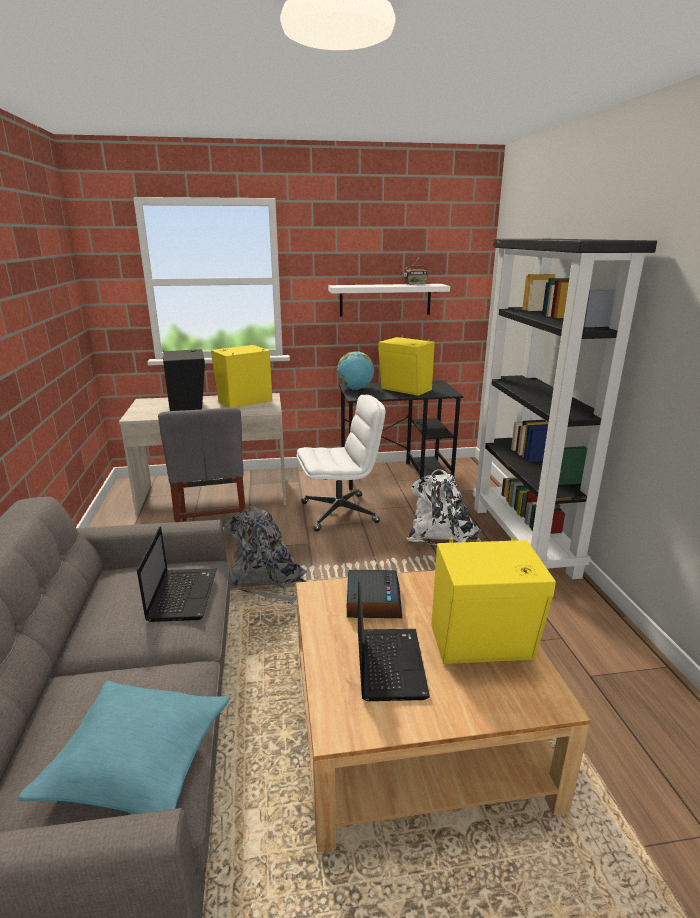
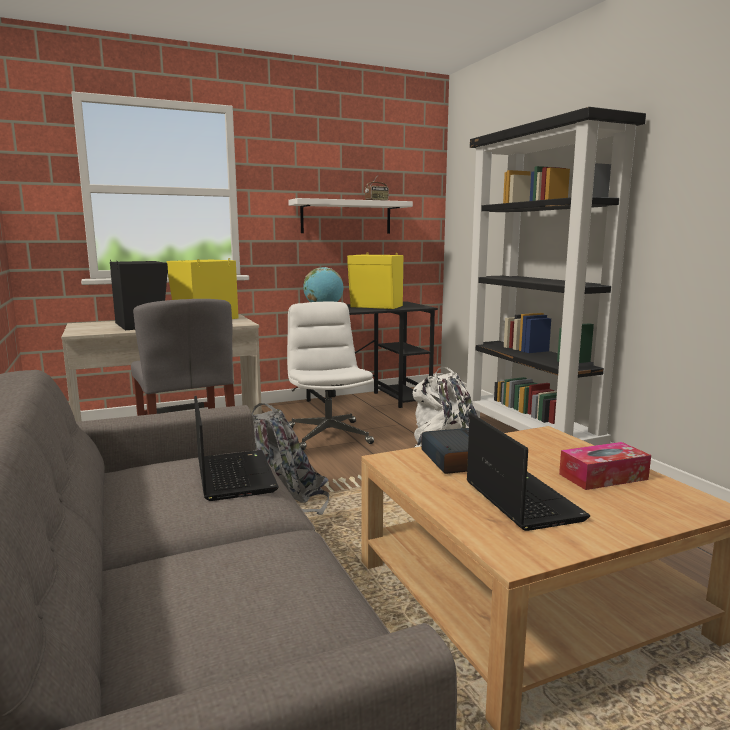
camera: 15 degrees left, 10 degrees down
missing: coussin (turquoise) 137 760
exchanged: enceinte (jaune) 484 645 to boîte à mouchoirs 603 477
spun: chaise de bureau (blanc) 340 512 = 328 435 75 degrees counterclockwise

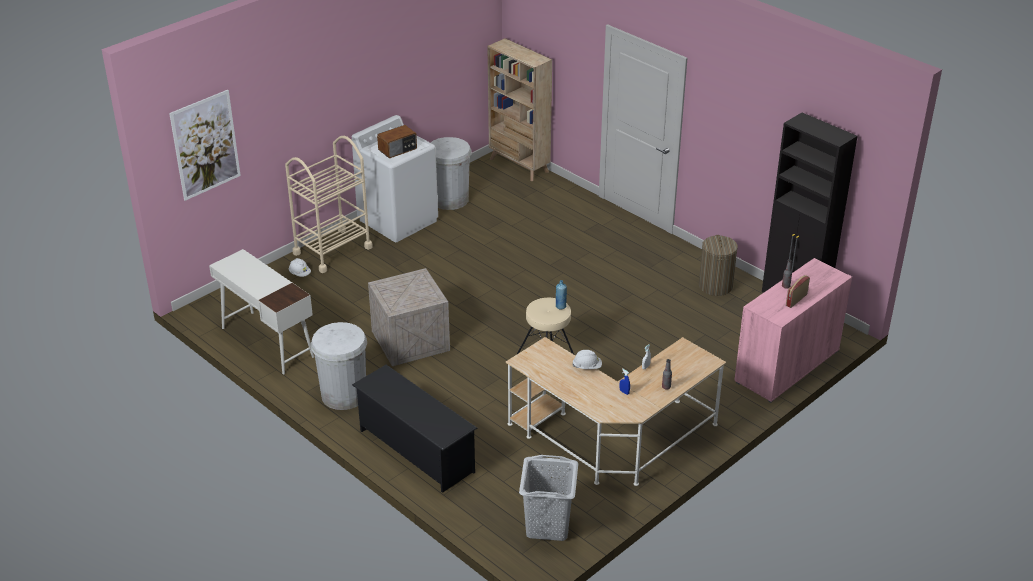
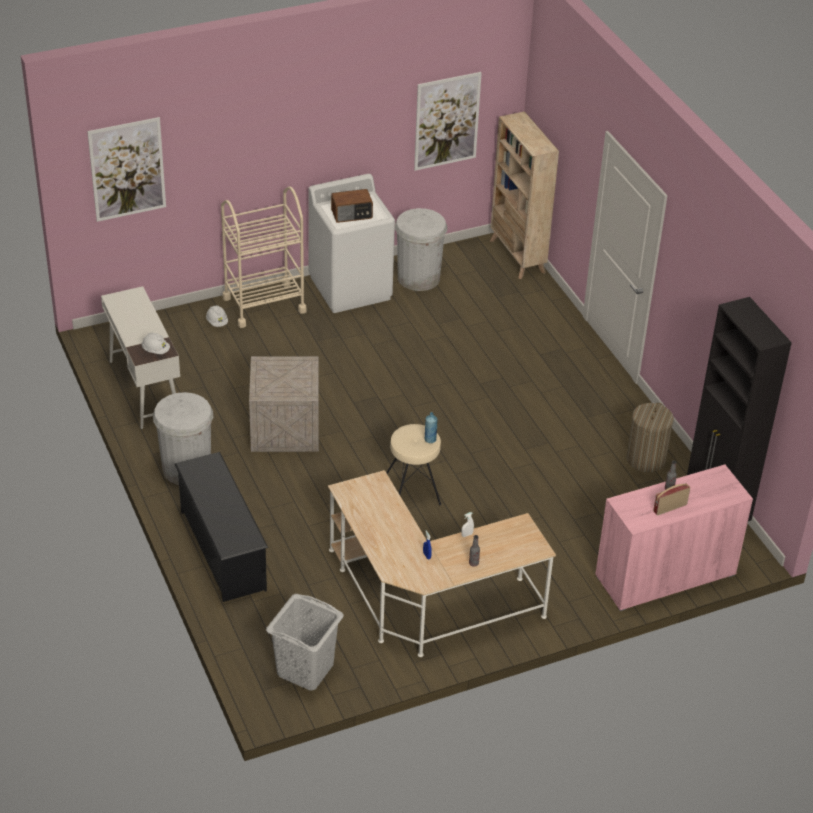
camera: 20 degrees right, 5 degrees up
appeared: tableau 447 121
relocated: casque de chantier (blanc) 587 367 to 155 350

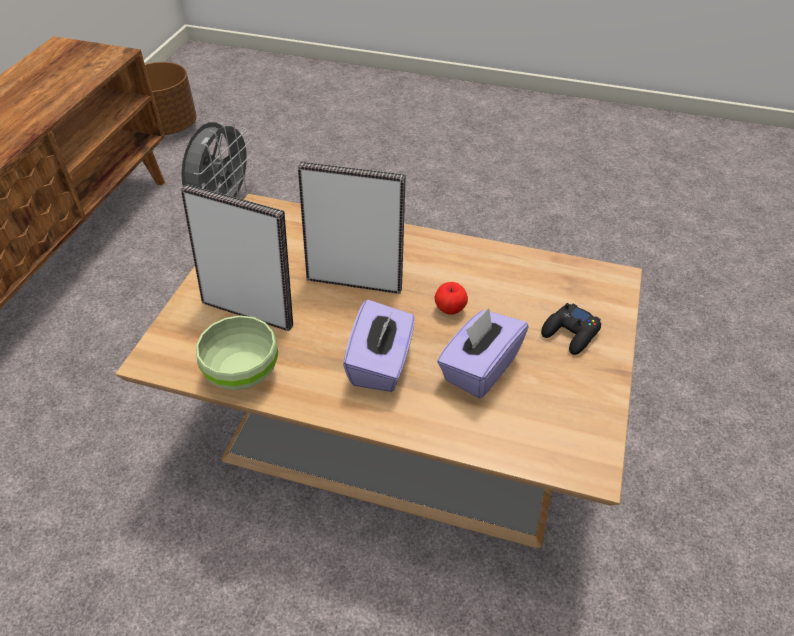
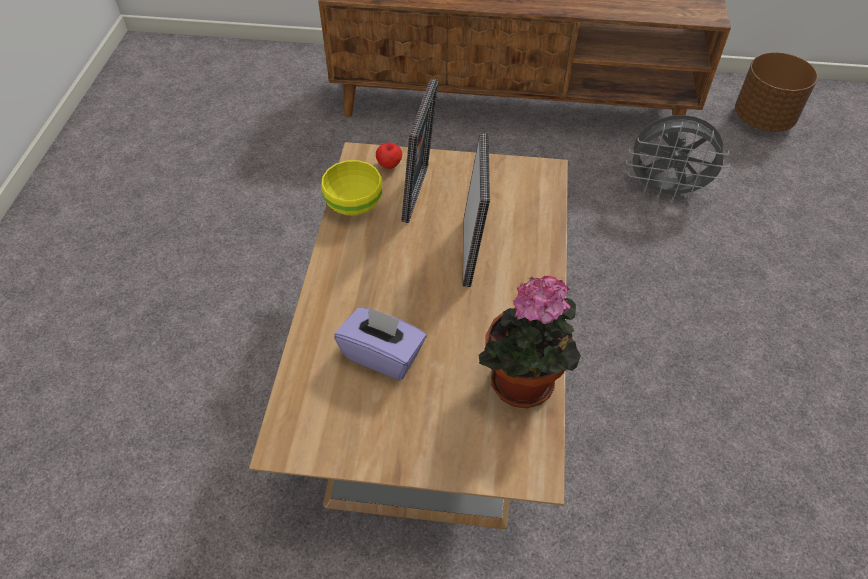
camera: 80 degrees right, 5 degrees up
missing: boîte à mouchoirs (violet) 381 364; manette (noir) 570 333
appeared: plante en pot 524 387
relocated: pomme 450 309 to 389 164
colour: bol (vert) 241 372 to bol (jaune) 354 204

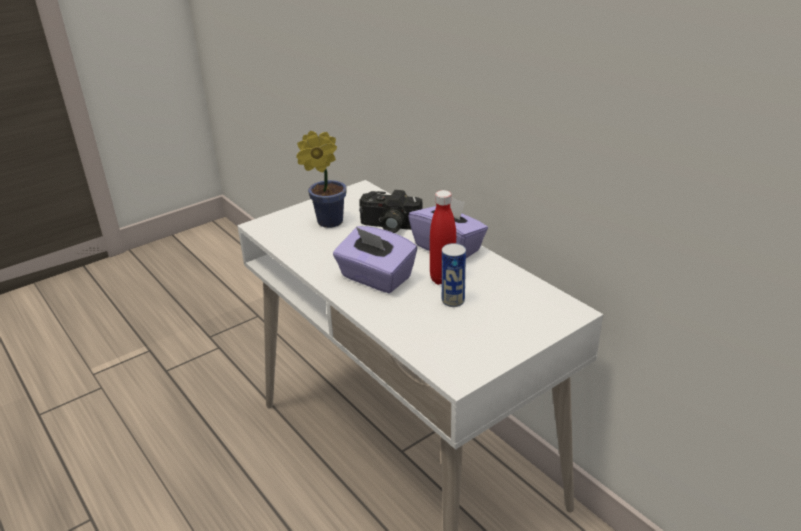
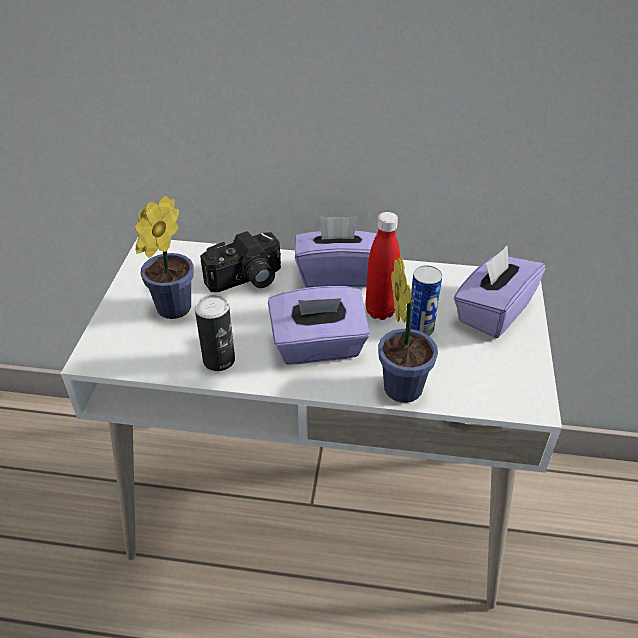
camera: 45 degrees left, 10 degrees up
appeared: boîte à mouchoirs (violet) 492 312; plante en pot 402 384; boîte métallique 219 360

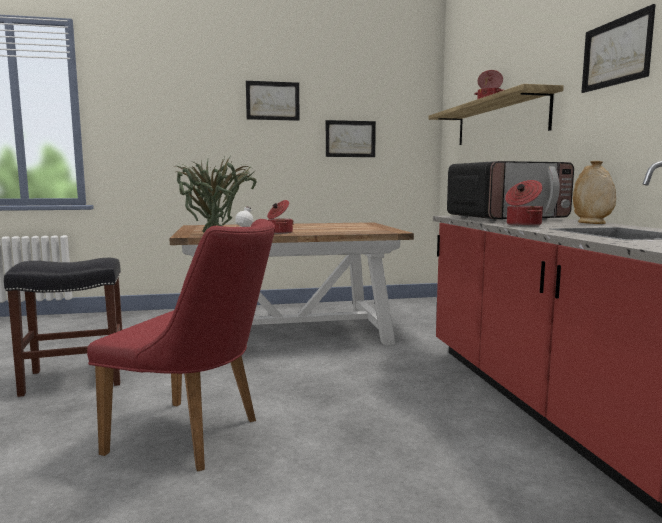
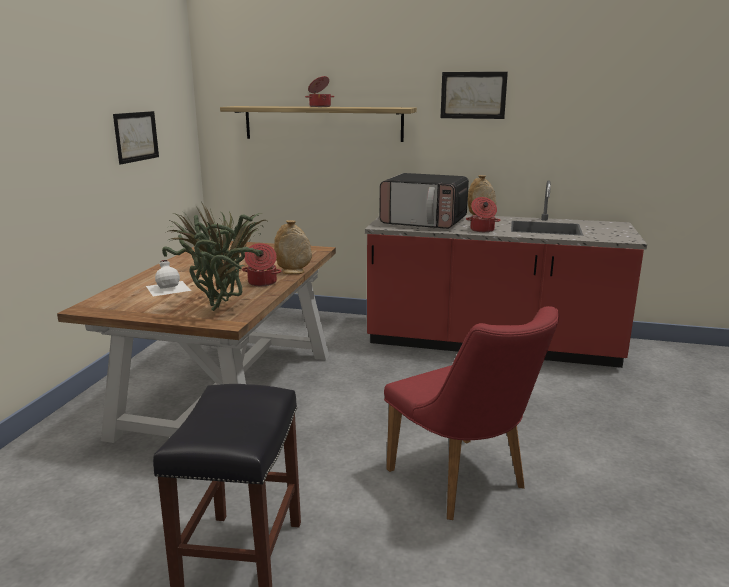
camera: 65 degrees left, 10 degrees up
missing: tableau 272 101
appeared: vase (beige) 293 272
spun: micro-ondes 506 218 = 424 222 105 degrees clockwise; chaise (rouge) 197 436 = 465 484 105 degrees clockwise

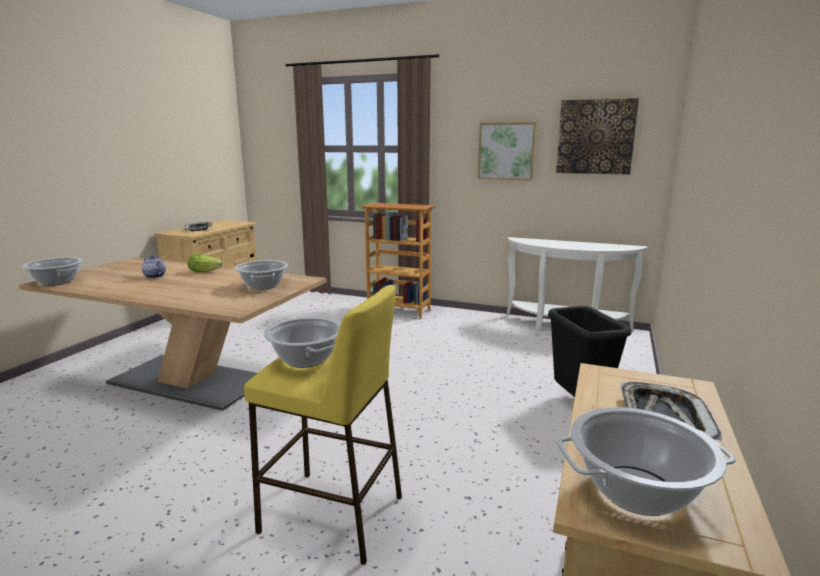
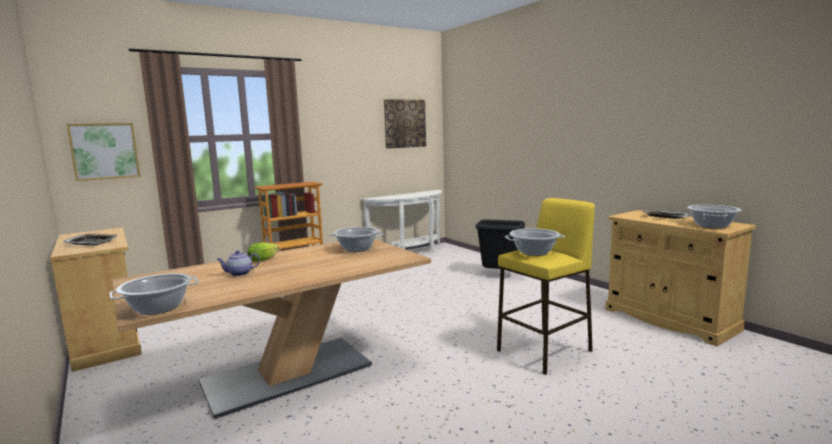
camera: 55 degrees left, 5 degrees down
relocated: tableau 506 151 to 104 151

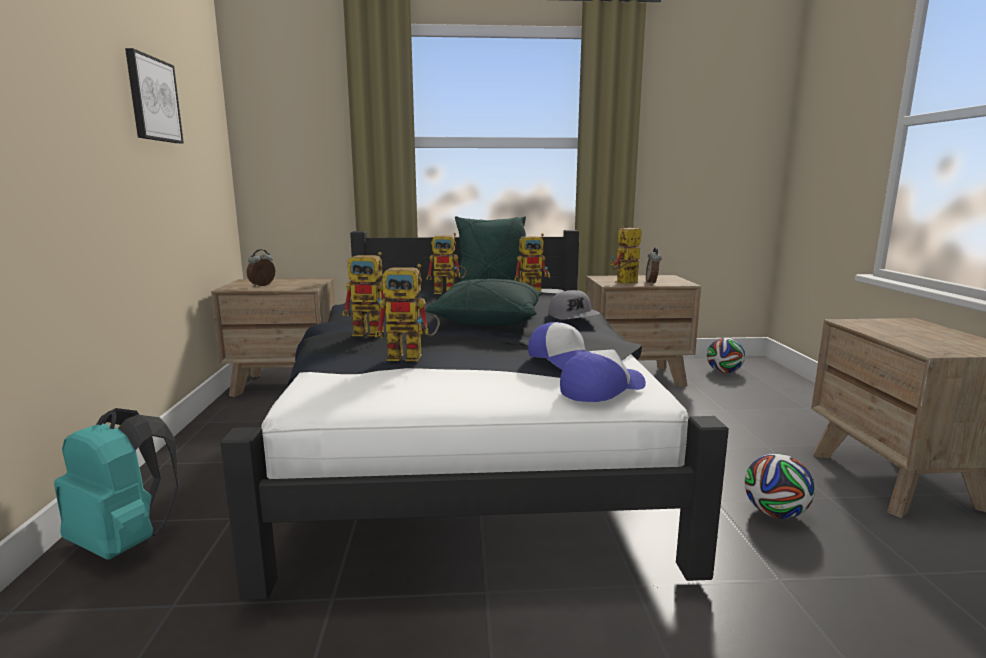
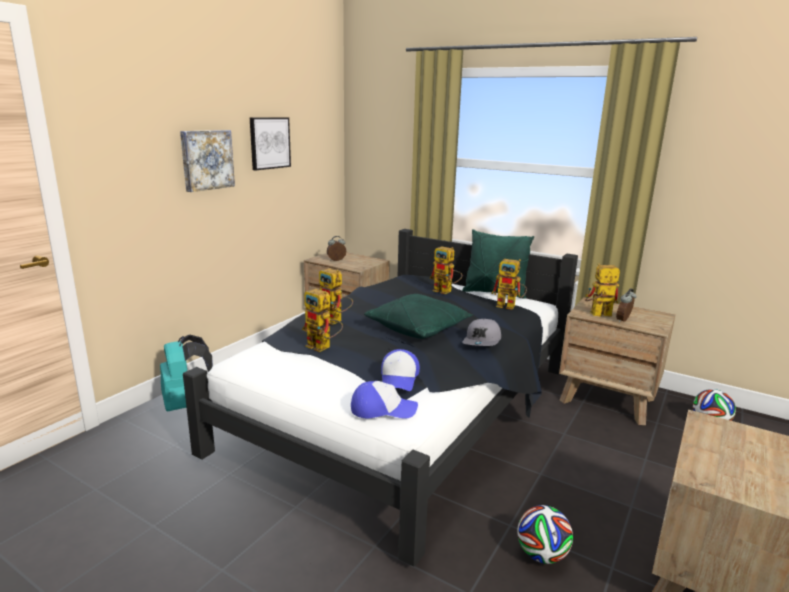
camera: 35 degrees right, 5 degrees up
appeared: tableau 206 160

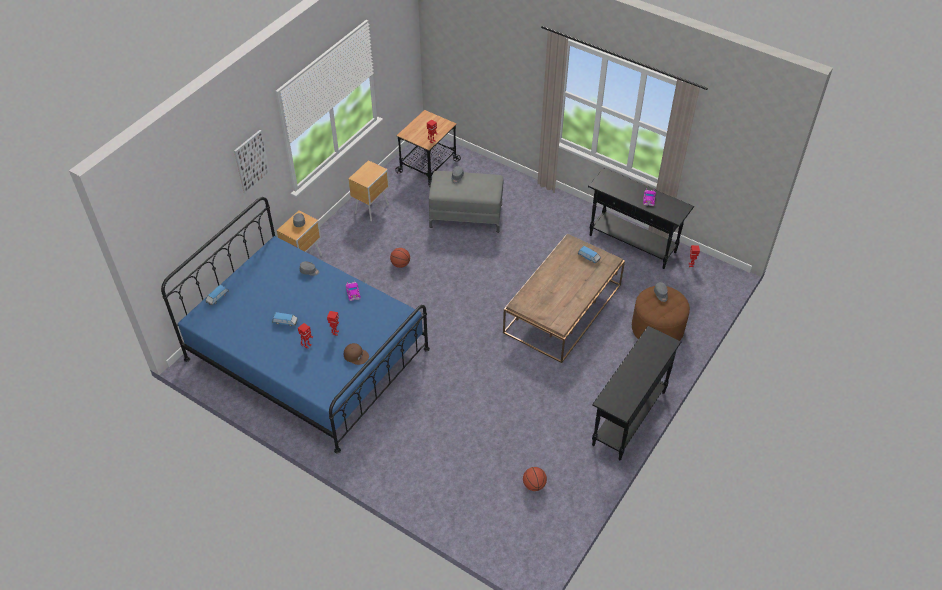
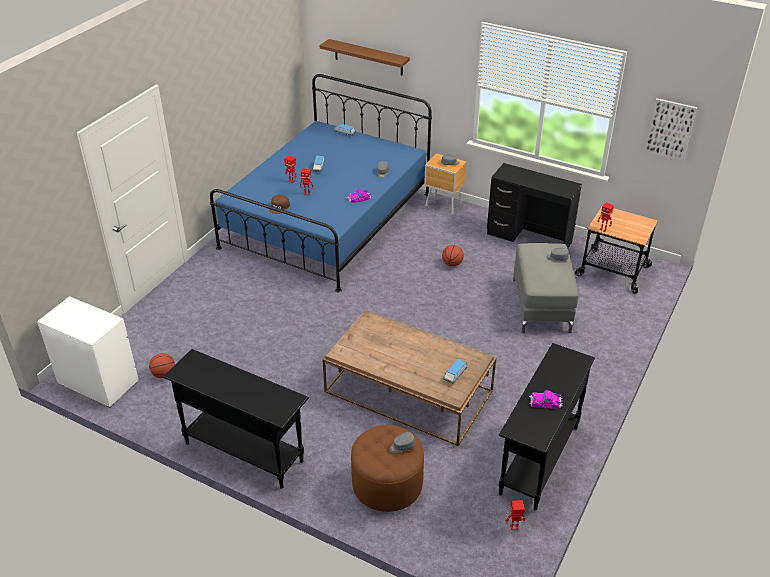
camera: 85 degrees right, 10 degrees down
appeared: étagère (marron) 368 57; commode (blanc) 98 382
relocated: tableau 251 161 to 670 129
exchanged: table de chevet (marron) 372 209 to bureau (noir) 529 239

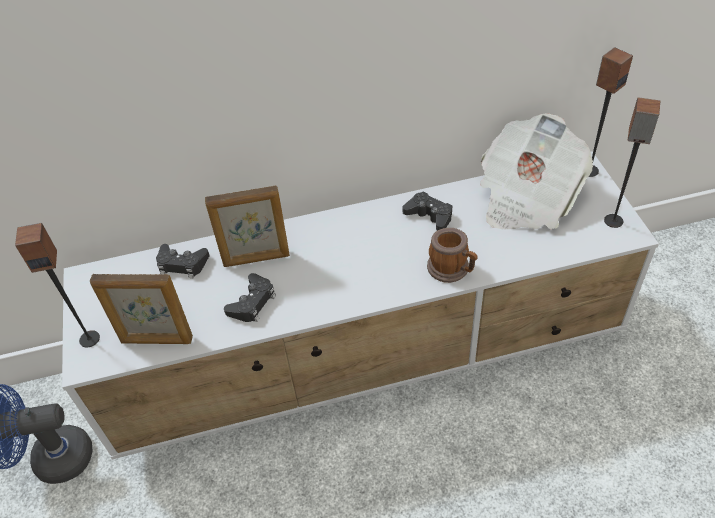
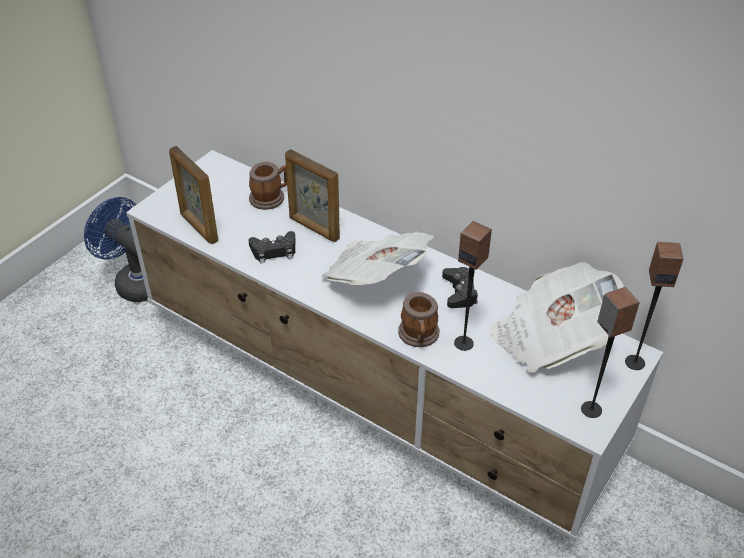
camera: 45 degrees right, 5 degrees down
appeared: journal 376 277
relocated: enceinte 89 338 to 464 343
exchanged: manette (noir) 182 264 to mug 270 197

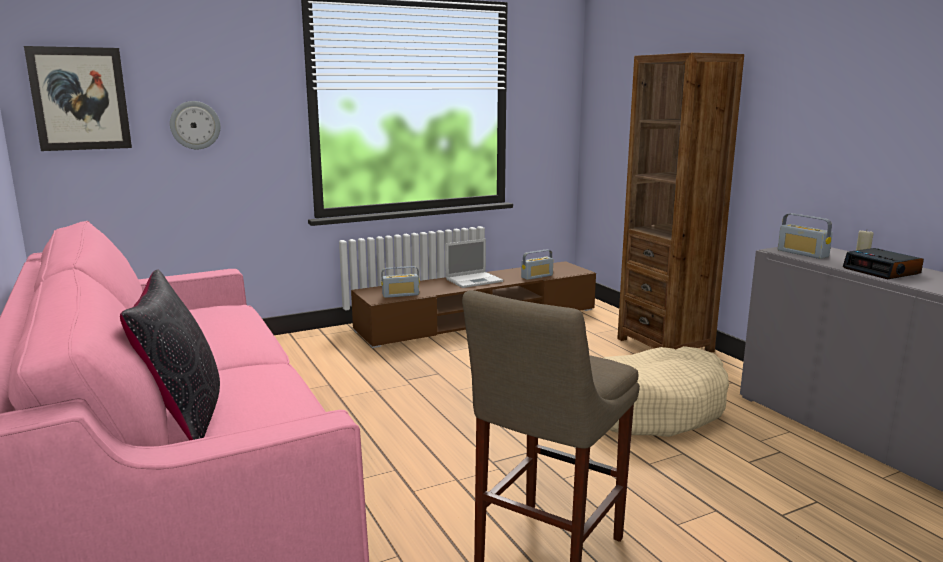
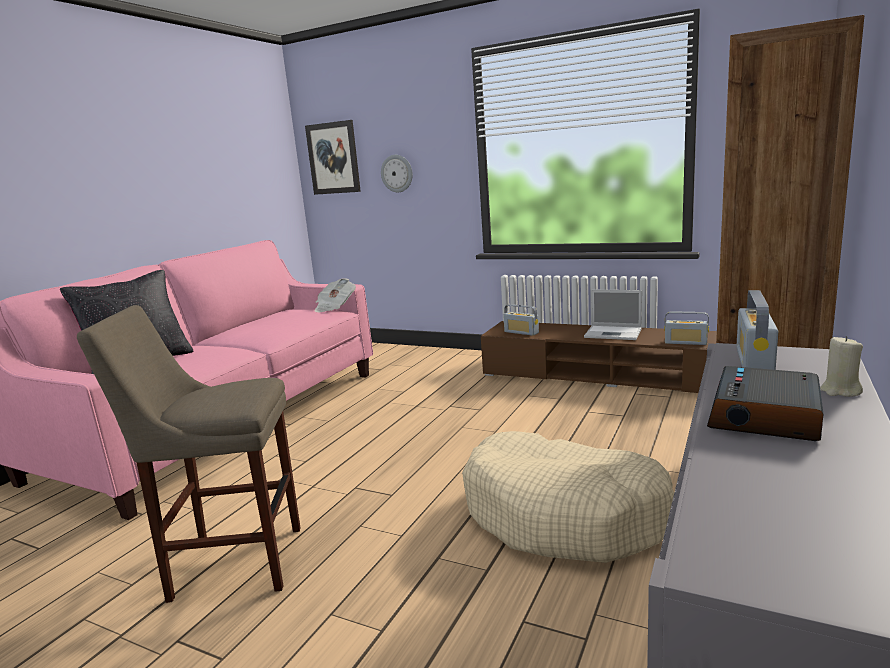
camera: 55 degrees right, 0 degrees up
appeared: journal 334 307

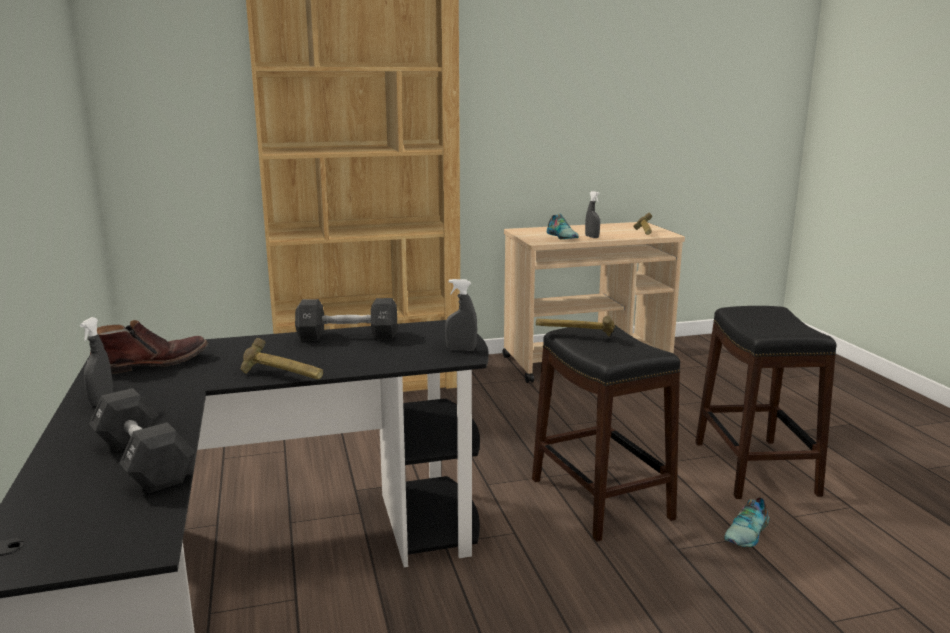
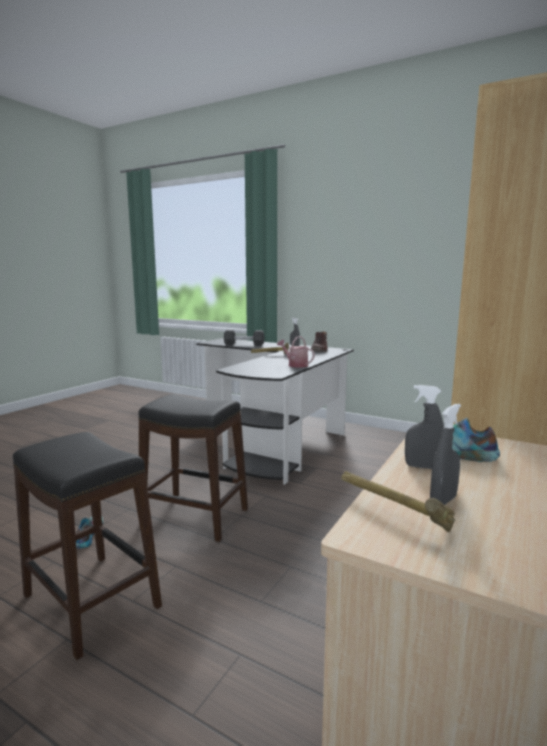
camera: 135 degrees right, 5 degrees down
missing: marteau 574 335
relocated: vaporisateur (gris) 461 349 to 443 501
exchanged: haltère (noir) 348 336 to arrosoir 295 365

